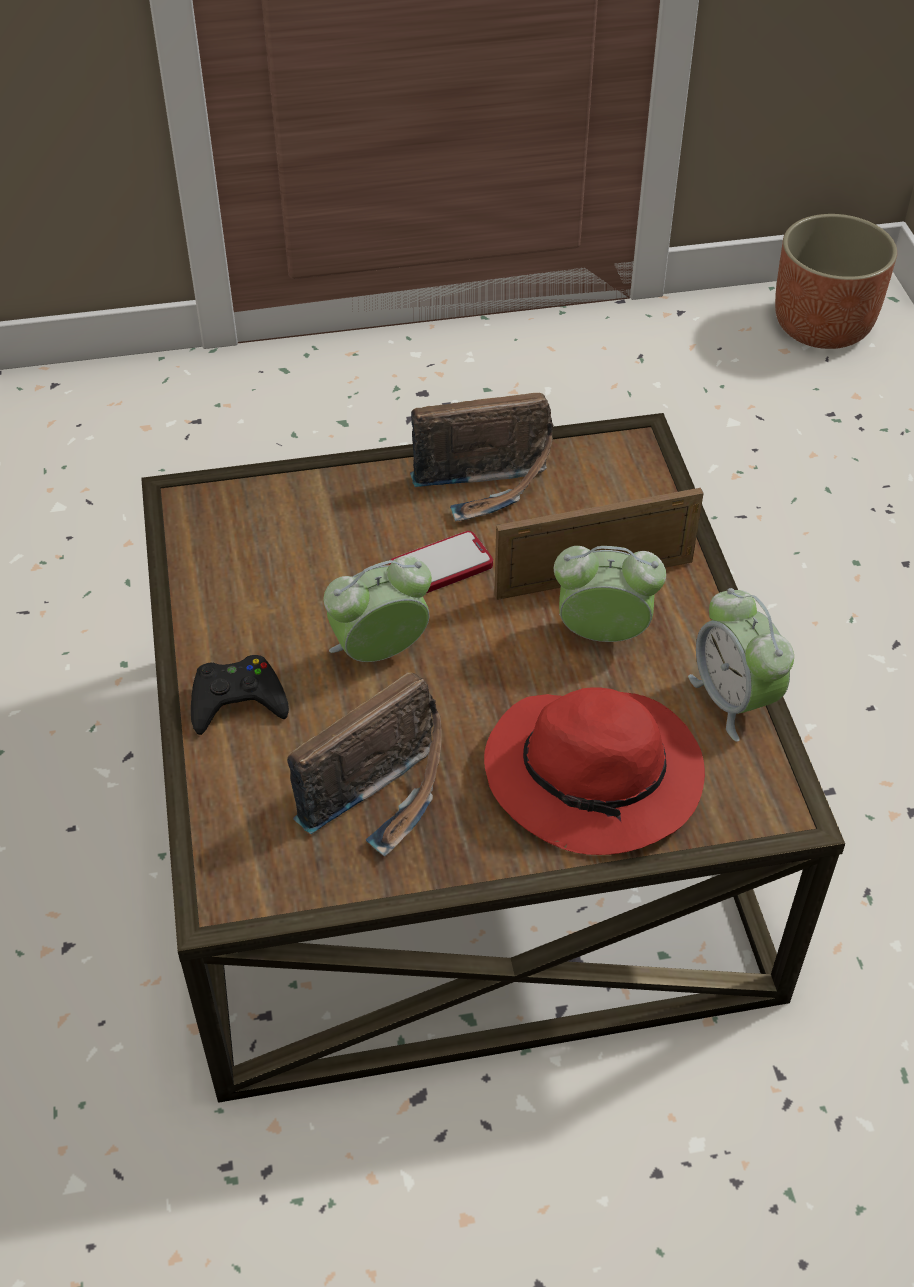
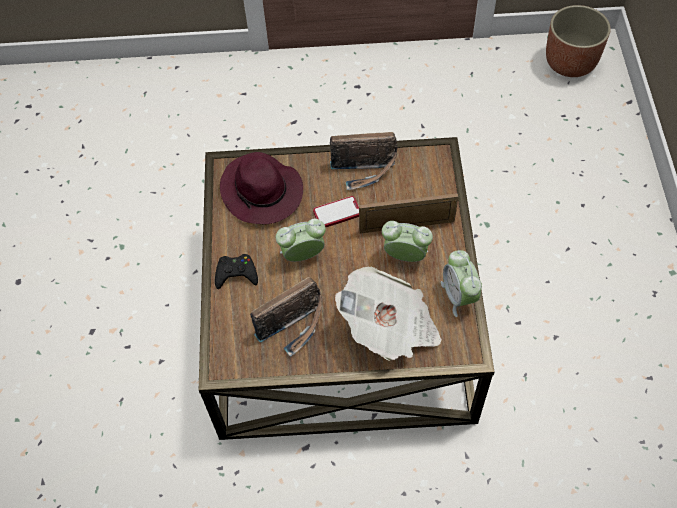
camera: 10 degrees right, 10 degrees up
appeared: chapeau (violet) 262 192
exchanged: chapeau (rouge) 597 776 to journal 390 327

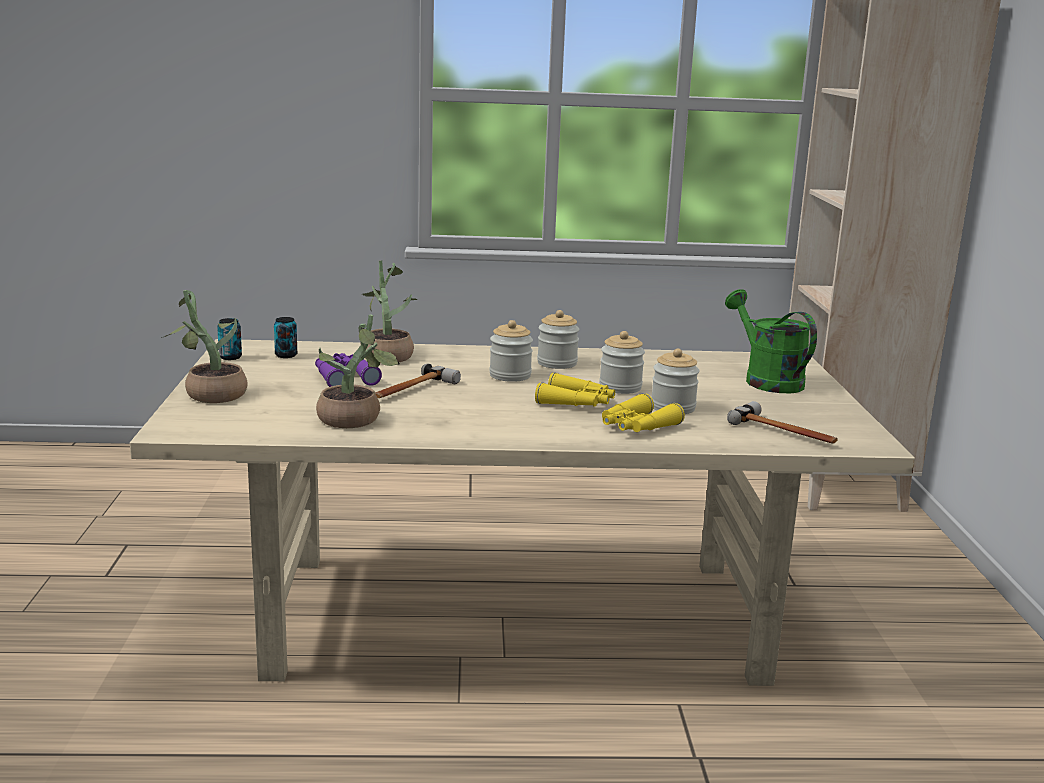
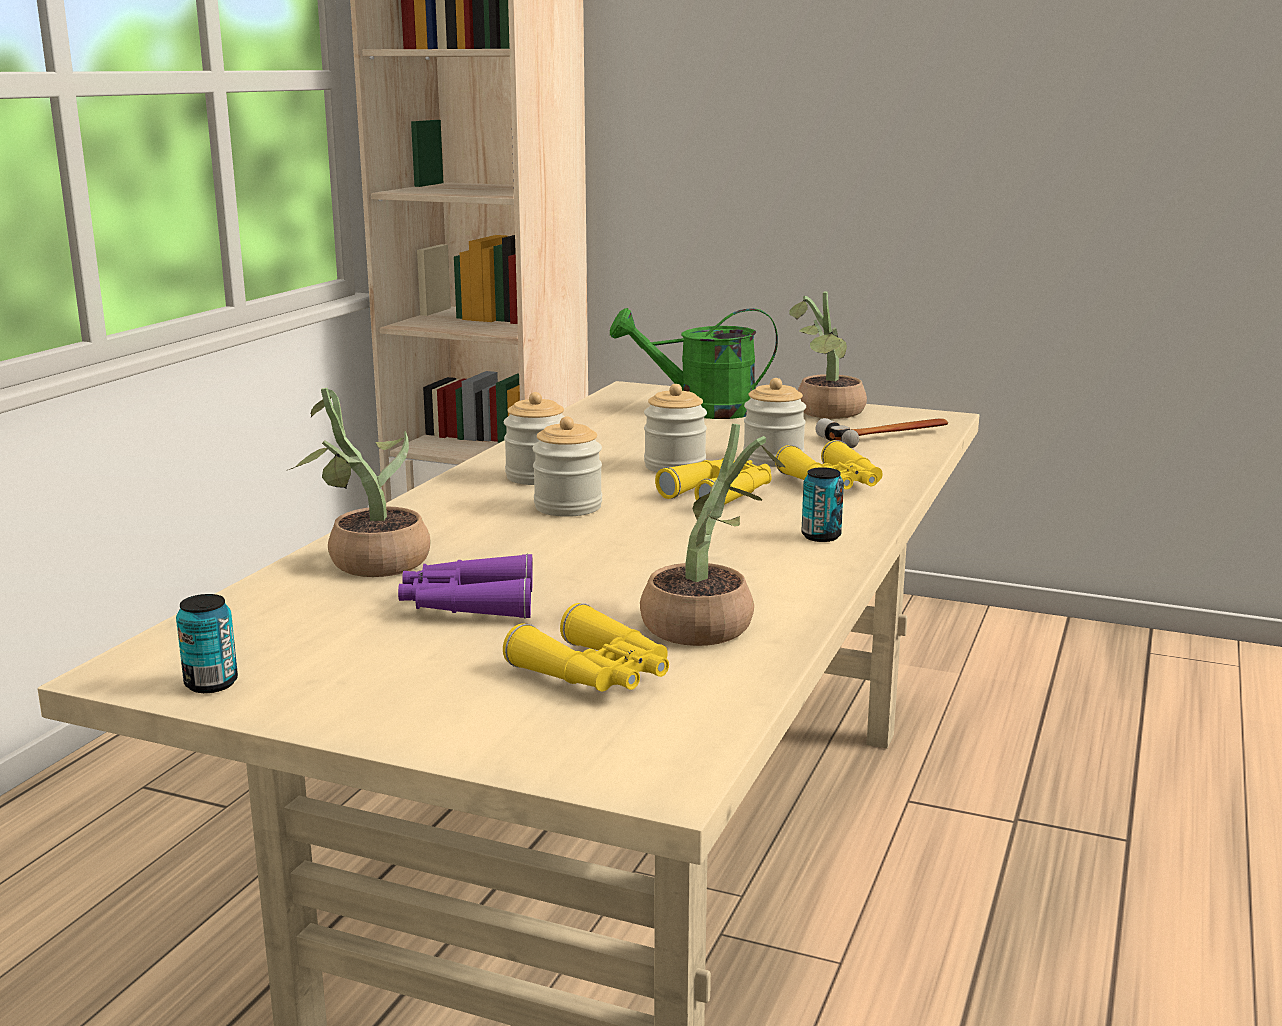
camera: 65 degrees left, 0 degrees up
missing: marteau 412 390
appeared: jumelles (jaune) 596 674
relocated: plante en pot 209 394 to 825 413; boîte métallique 286 355 to 821 536

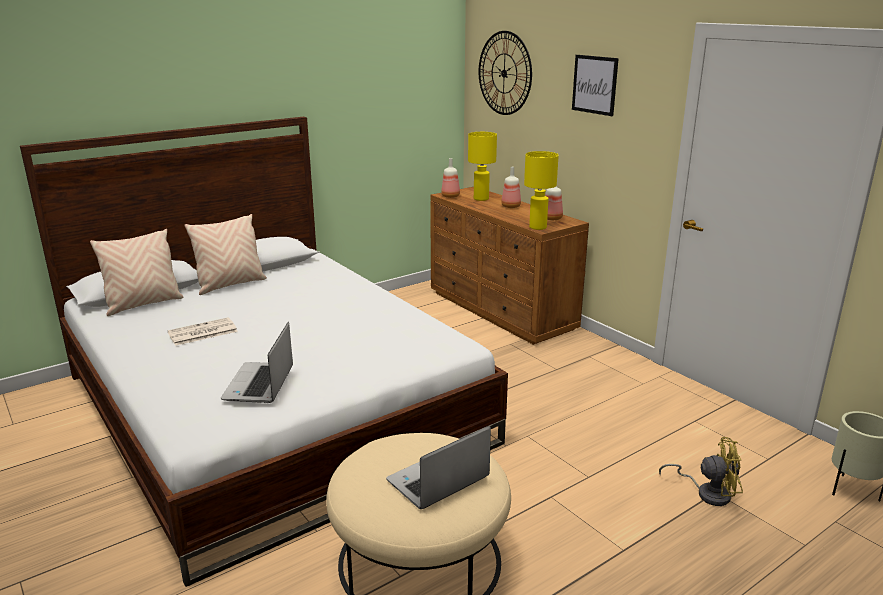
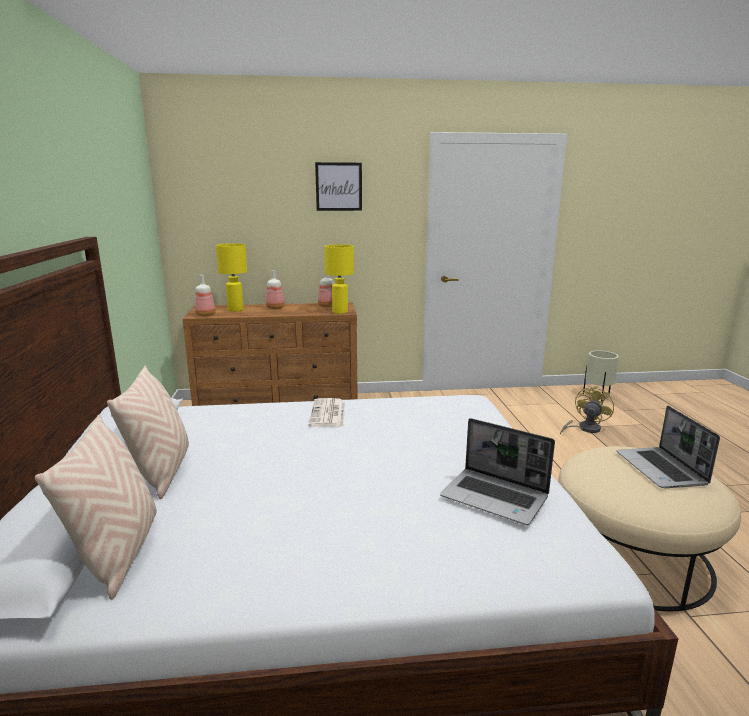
camera: 60 degrees left, 5 degrees down
missing: horloge murale 504 73
relocated: journal 202 332 to 328 414

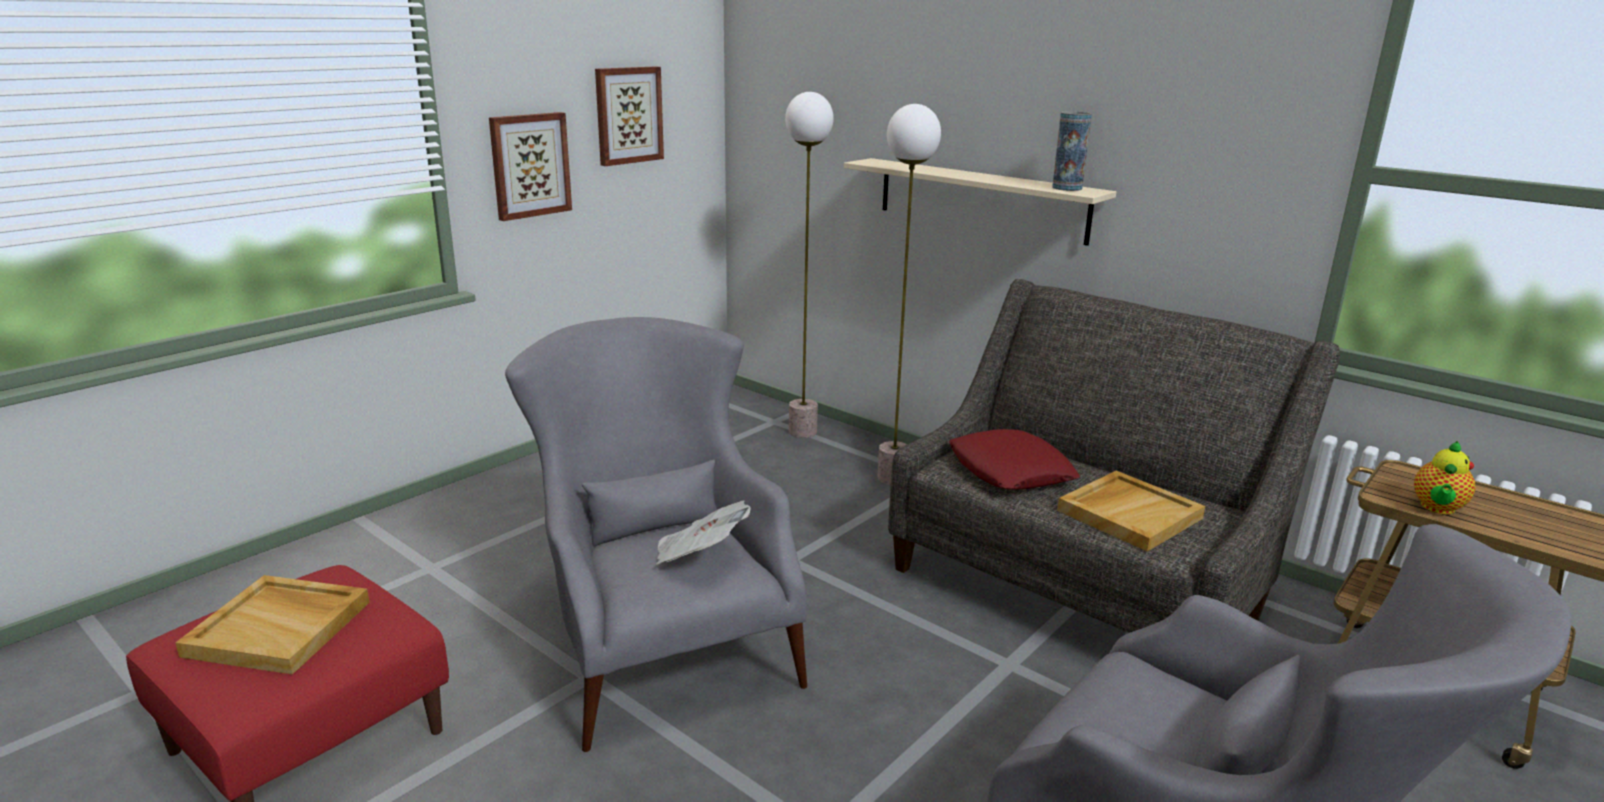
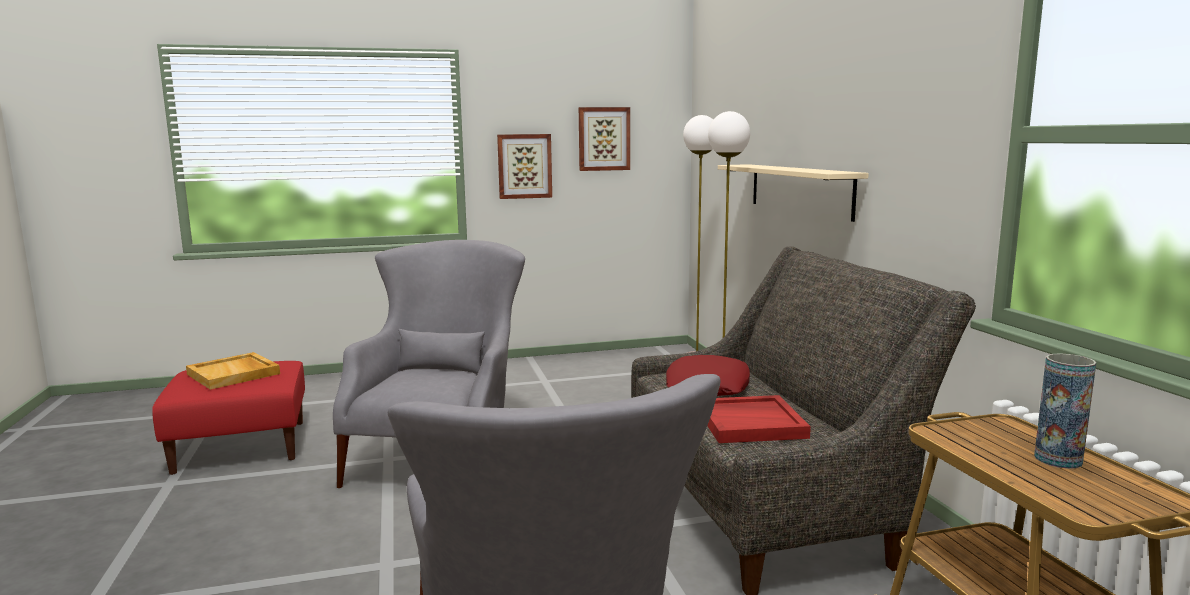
camera: 35 degrees right, 10 degrees down
missing: théière 1437 508; journal 700 555
relocated: vase 1067 188 to 1058 459
colour: plateau (beige) 1129 514 to plateau (rouge) 751 423

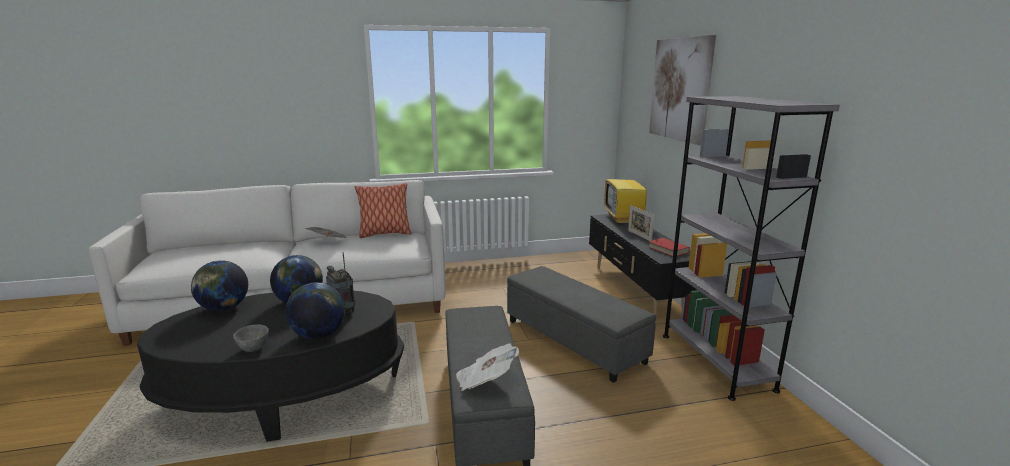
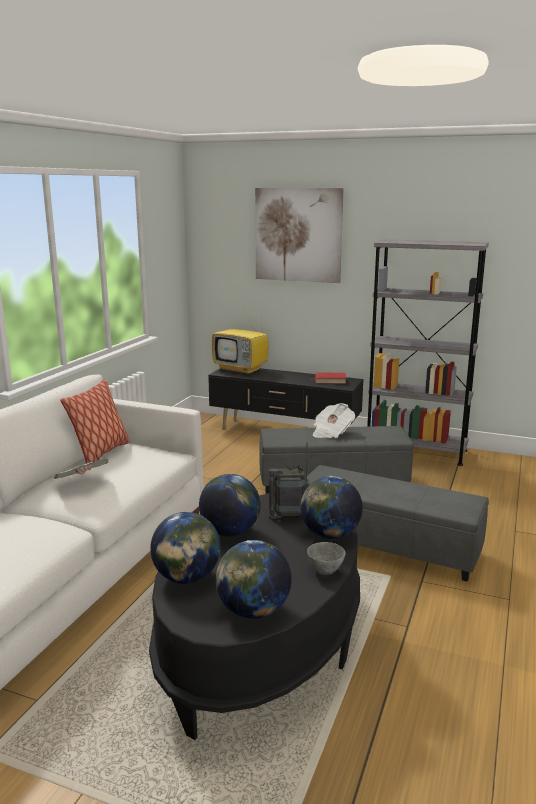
camera: 55 degrees left, 0 degrees up
missing: cadre photo 639 236
appeared: globe 253 611
relocated: journal 485 381 to 331 432

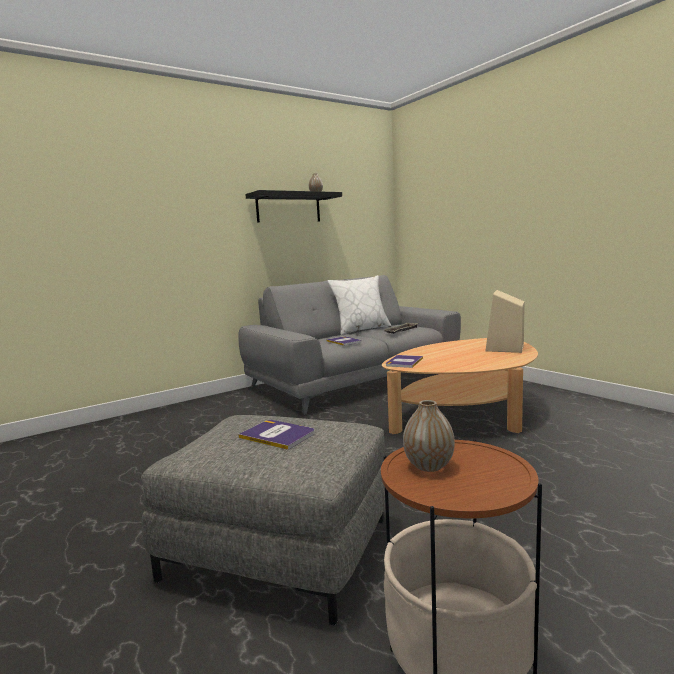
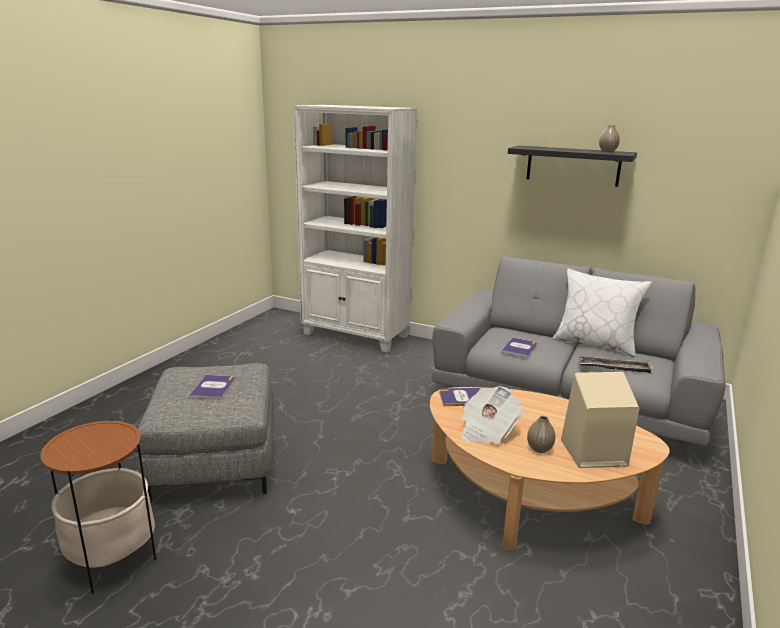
camera: 60 degrees right, 10 degrees up
appeared: bibliothèque (blanc) 356 335; journal 487 430
relocated: vase 429 466 to 539 449

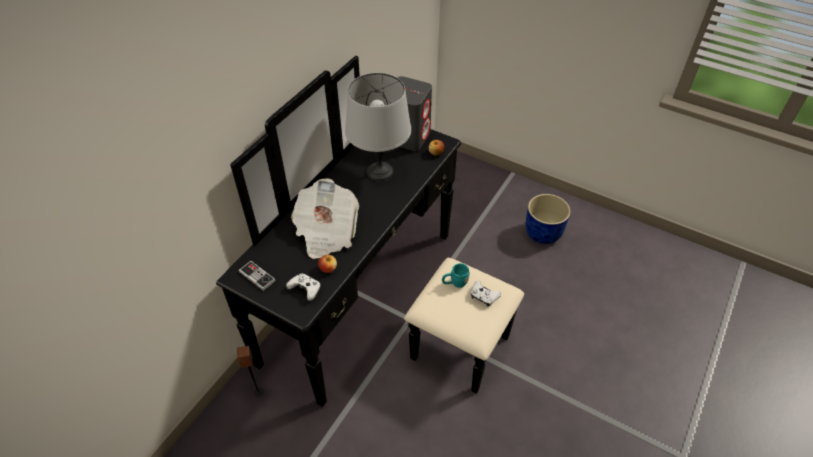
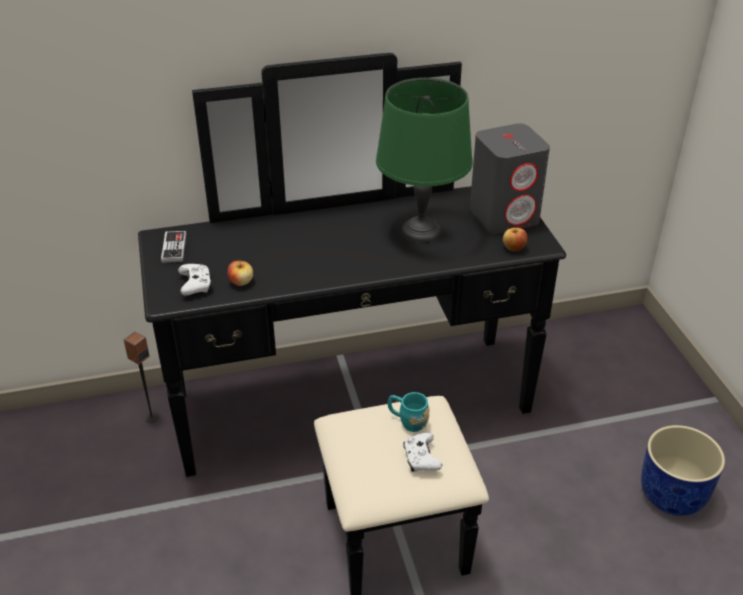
camera: 45 degrees right, 10 degrees down
missing: journal 326 232
colour: lampe de table (gris) 380 172 to lampe de table (vert) 422 231

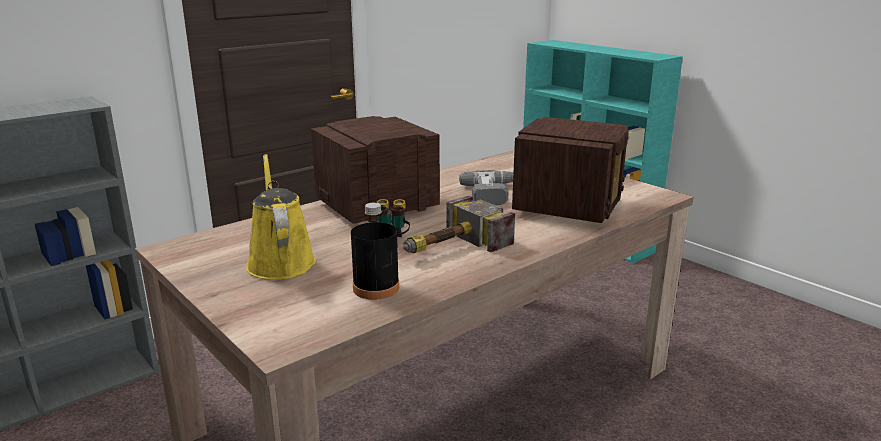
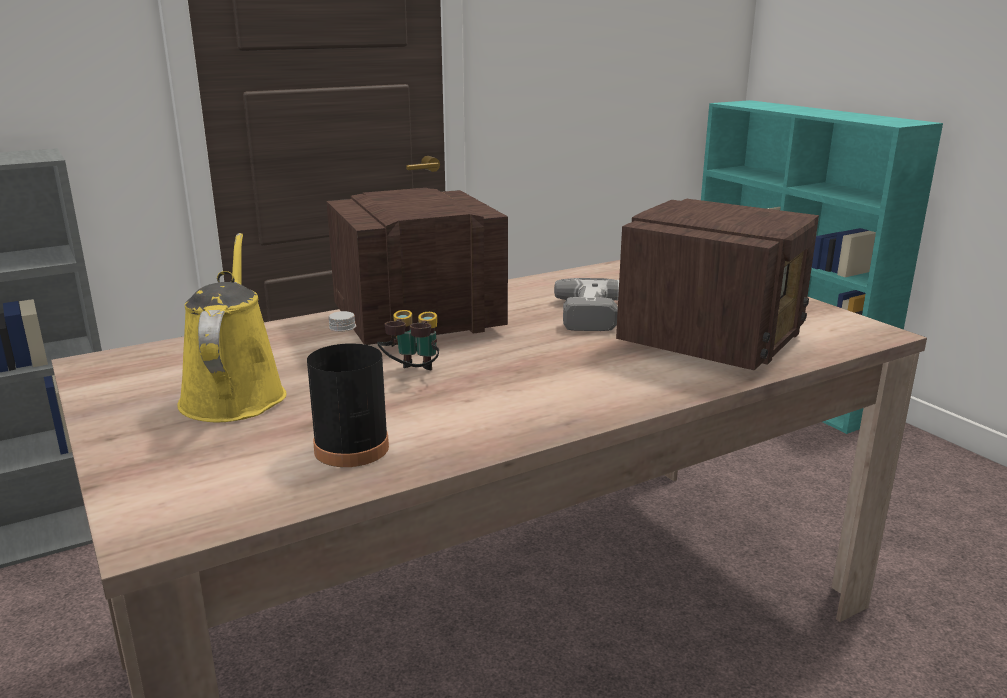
camera: 10 degrees right, 0 degrees up
missing: marteau 449 248

